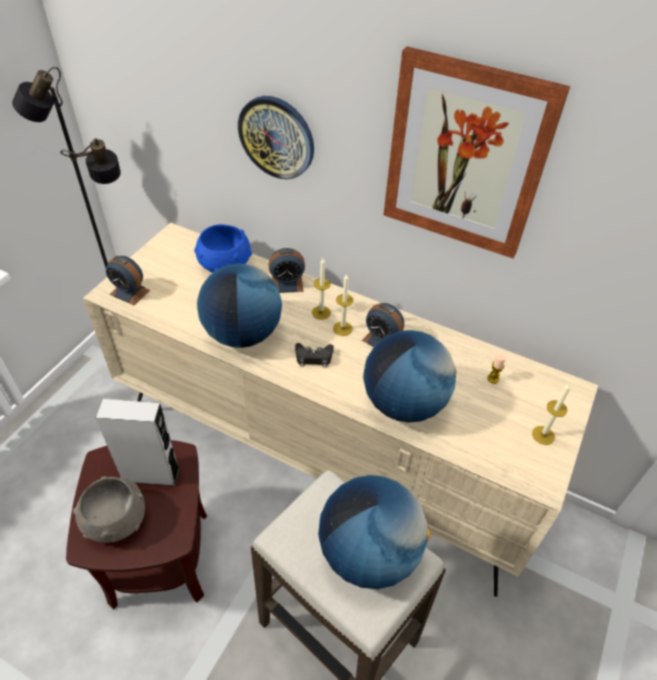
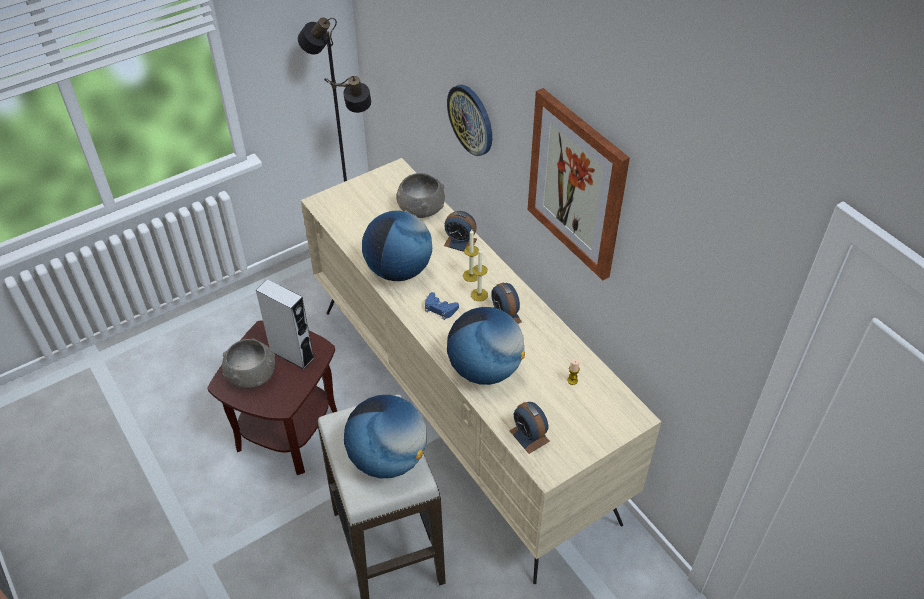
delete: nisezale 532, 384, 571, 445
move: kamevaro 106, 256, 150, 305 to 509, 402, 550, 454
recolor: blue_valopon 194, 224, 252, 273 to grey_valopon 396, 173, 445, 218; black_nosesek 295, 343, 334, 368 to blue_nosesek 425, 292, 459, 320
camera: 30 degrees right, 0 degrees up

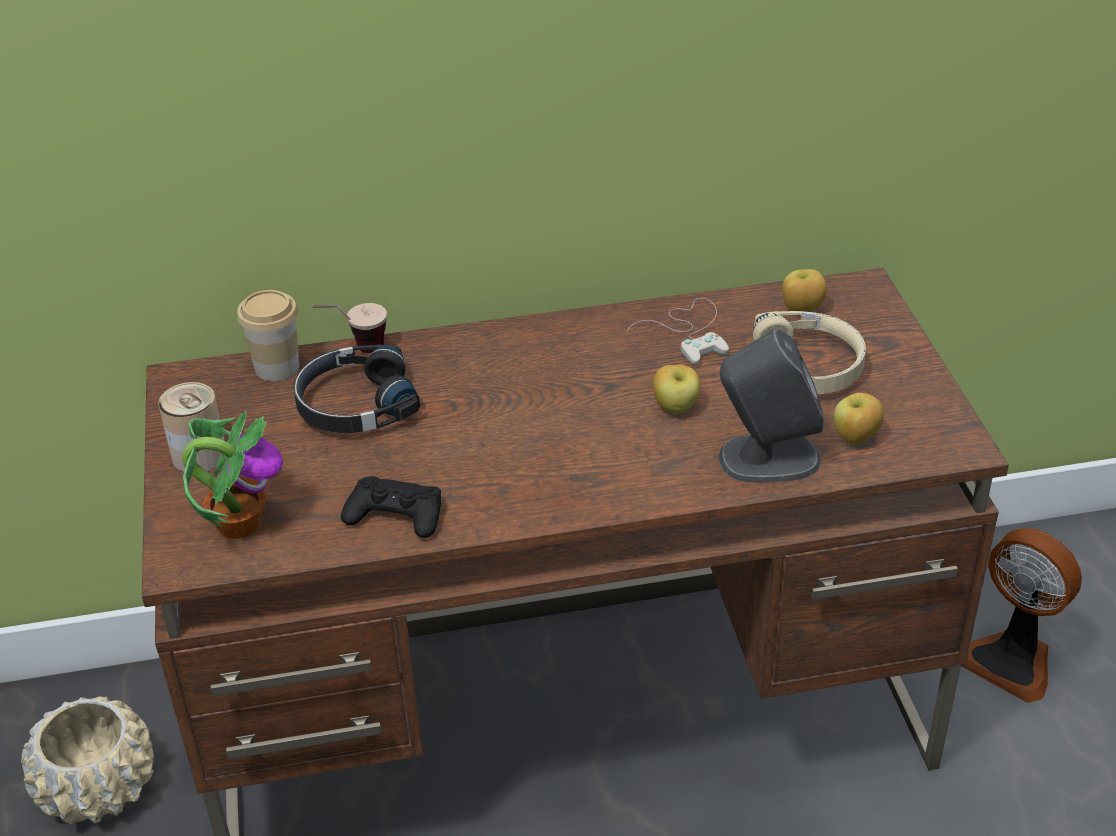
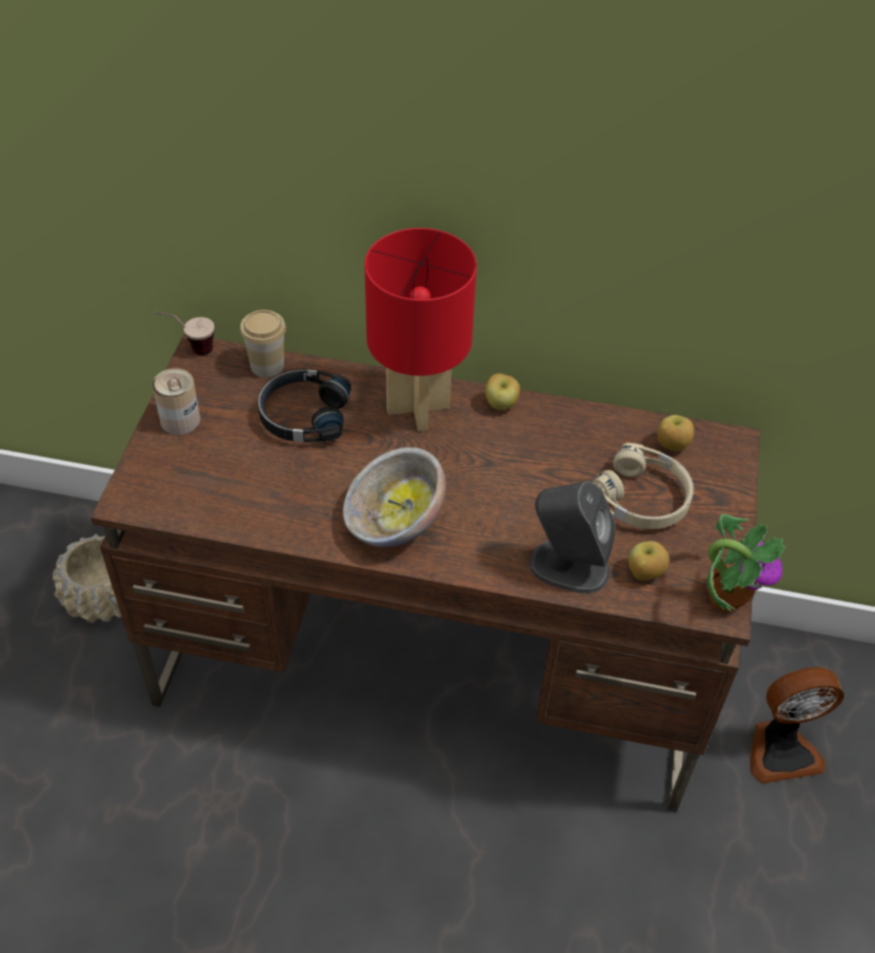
delete: black_nosesek 341, 476, 441, 538; white_nosesek 627, 298, 729, 365
insert: valopon 343, 447, 446, 547; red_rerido 364, 228, 477, 431
move: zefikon 182, 410, 283, 539 to 706, 514, 785, 612; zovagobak 313, 303, 387, 353 to 155, 312, 214, 355; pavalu 653, 365, 700, 413 to 485, 373, 520, 410
rotate: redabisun 961, 528, 1082, 703 = 750, 667, 844, 784 75 degrees counterclockwise
camera: 20 degrees right, 10 degrees up

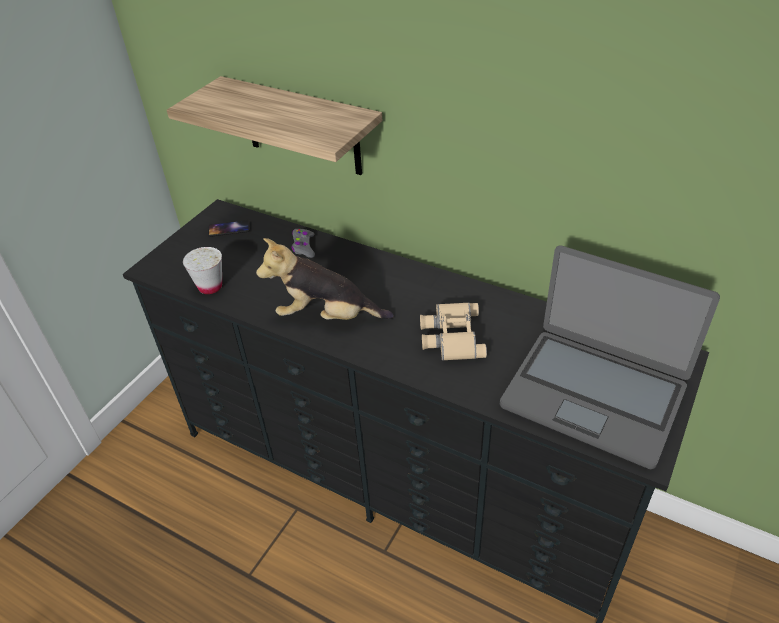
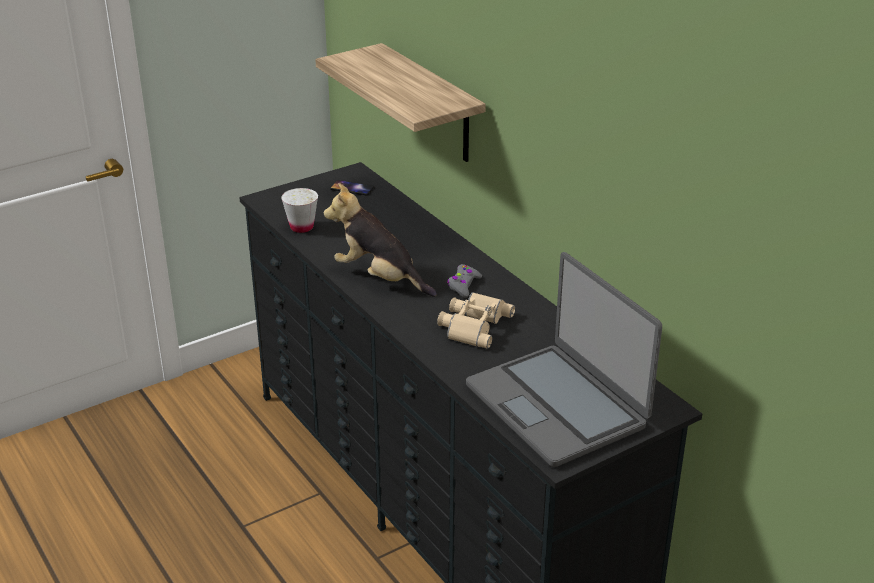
move: grey_nosesek 292, 229, 315, 258 to 447, 264, 482, 297
camera: 25 degrees right, 10 degrees down

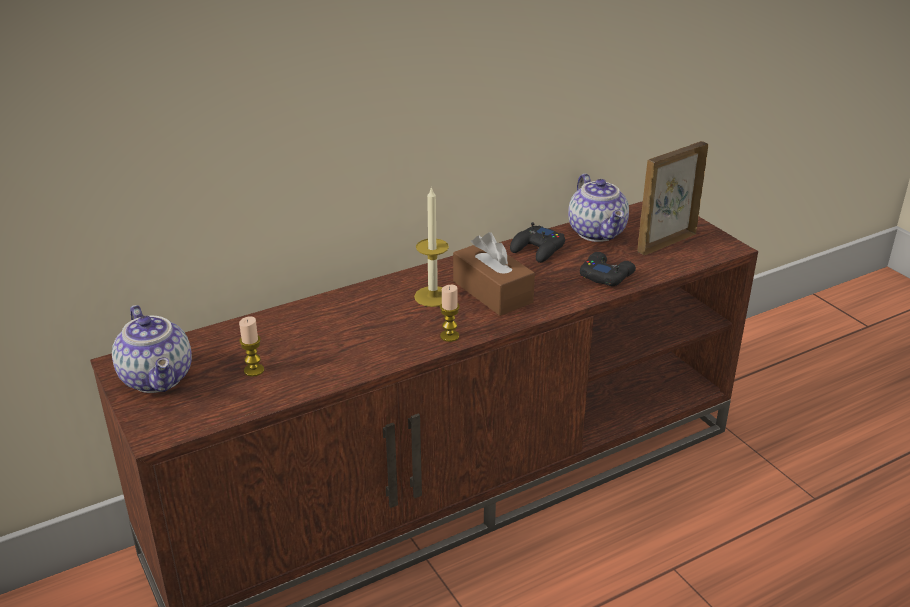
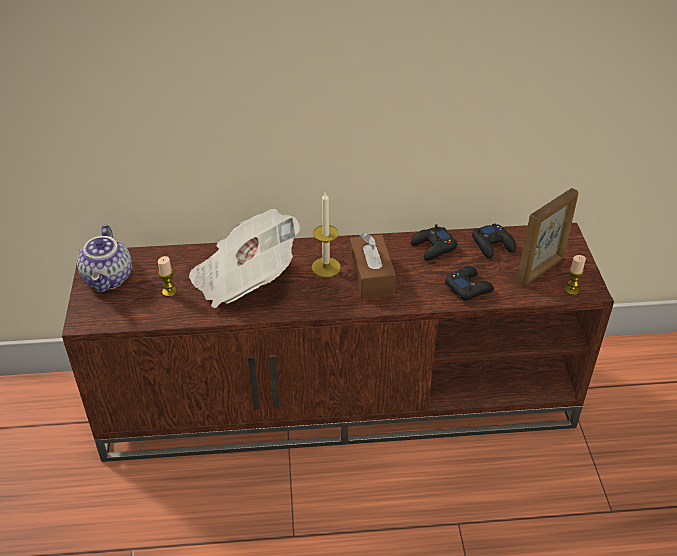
insert: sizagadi 189, 209, 301, 308
move: nisezale 440, 285, 460, 342 to 564, 255, 586, 295
replace: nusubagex 568, 174, 629, 242 to black_nosesek 472, 223, 516, 259
rotate: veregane 638, 141, 708, 255 = 517, 188, 578, 286 150 degrees clockwise
camera: 25 degrees right, 10 degrees up

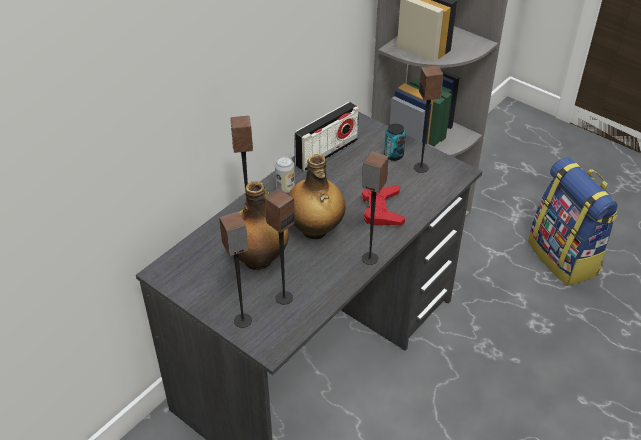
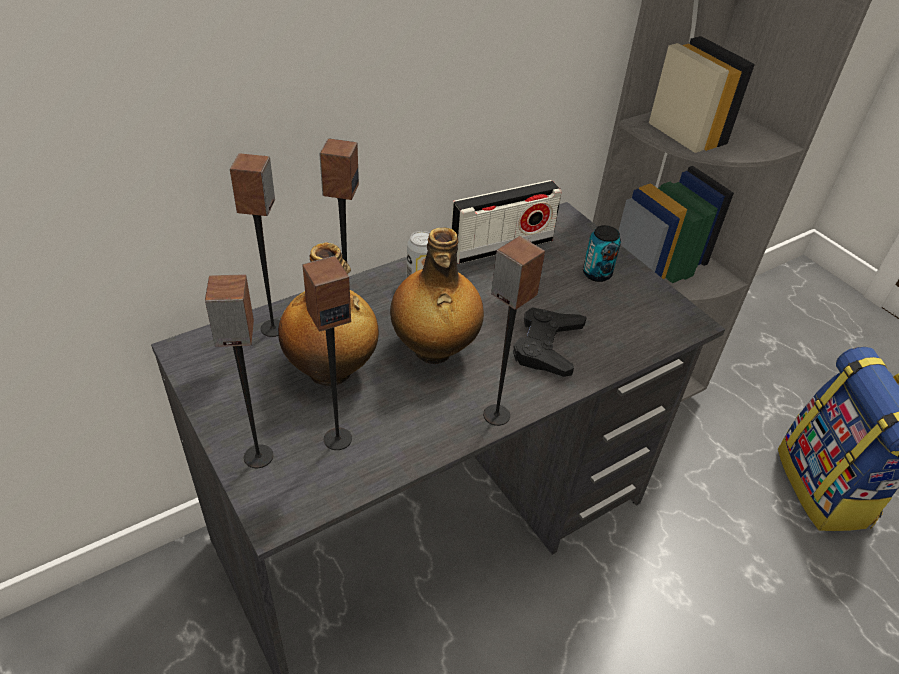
move: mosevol 414, 65, 444, 173 to 230, 153, 280, 337
recolor: red_nosesek 362, 185, 405, 226 to black_nosesek 513, 307, 587, 377
camera: 15 degrees right, 0 degrees up

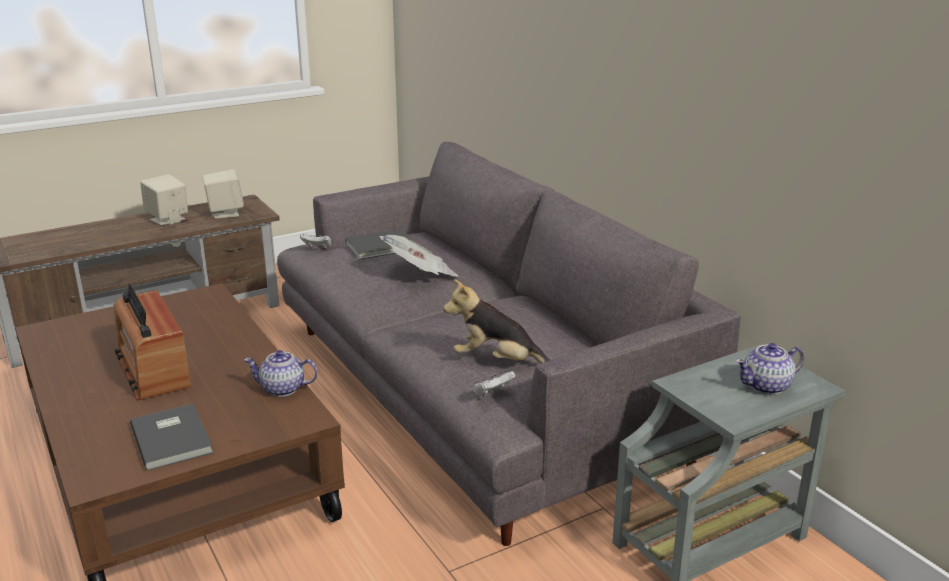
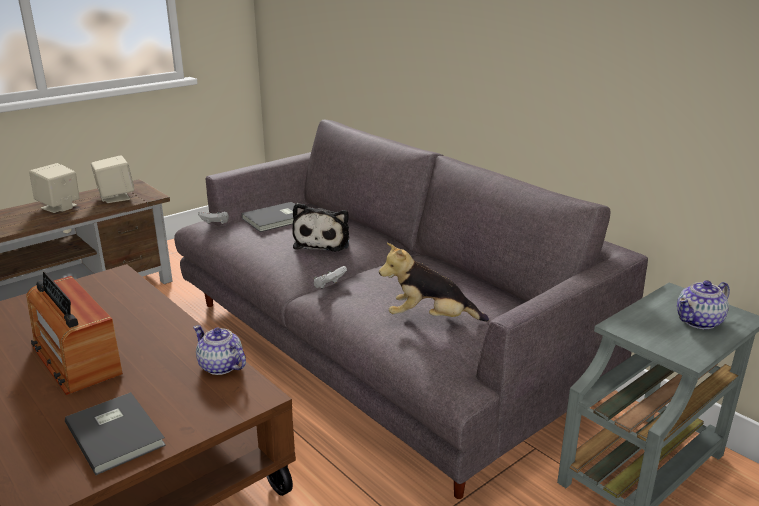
move: white_nosesek 474, 371, 516, 397 to 313, 266, 347, 289
replace: sizagadi 379, 235, 458, 277 to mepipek 292, 203, 349, 252
rotate: nusubagex 244, 350, 318, 397 = 193, 325, 246, 375 45 degrees clockwise
camera: 10 degrees left, 0 degrees up

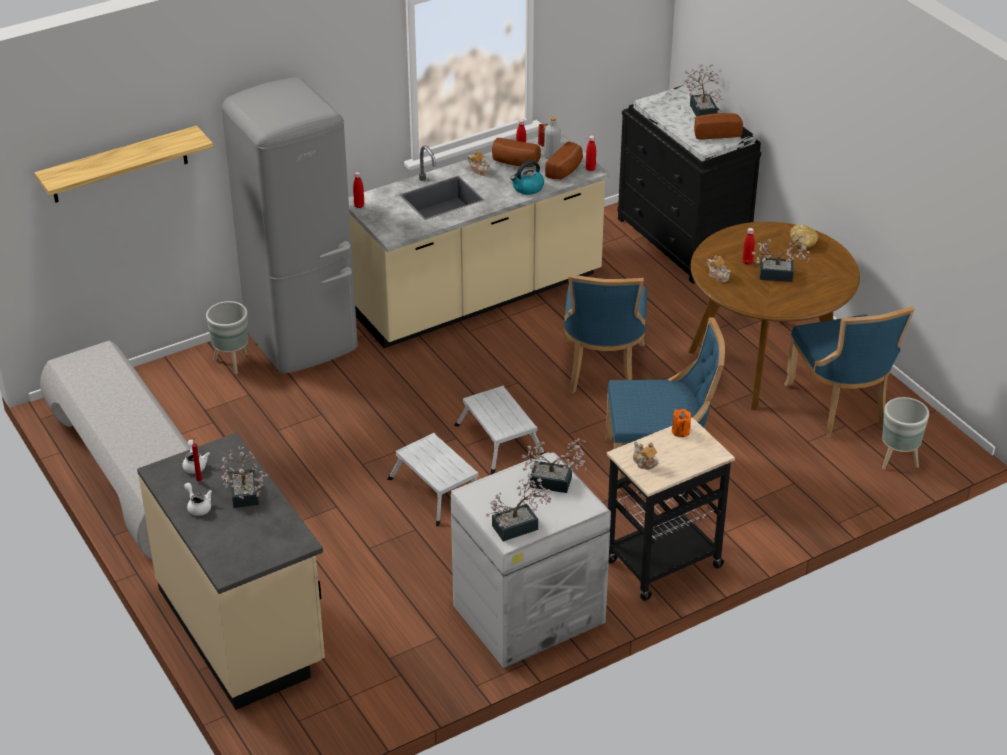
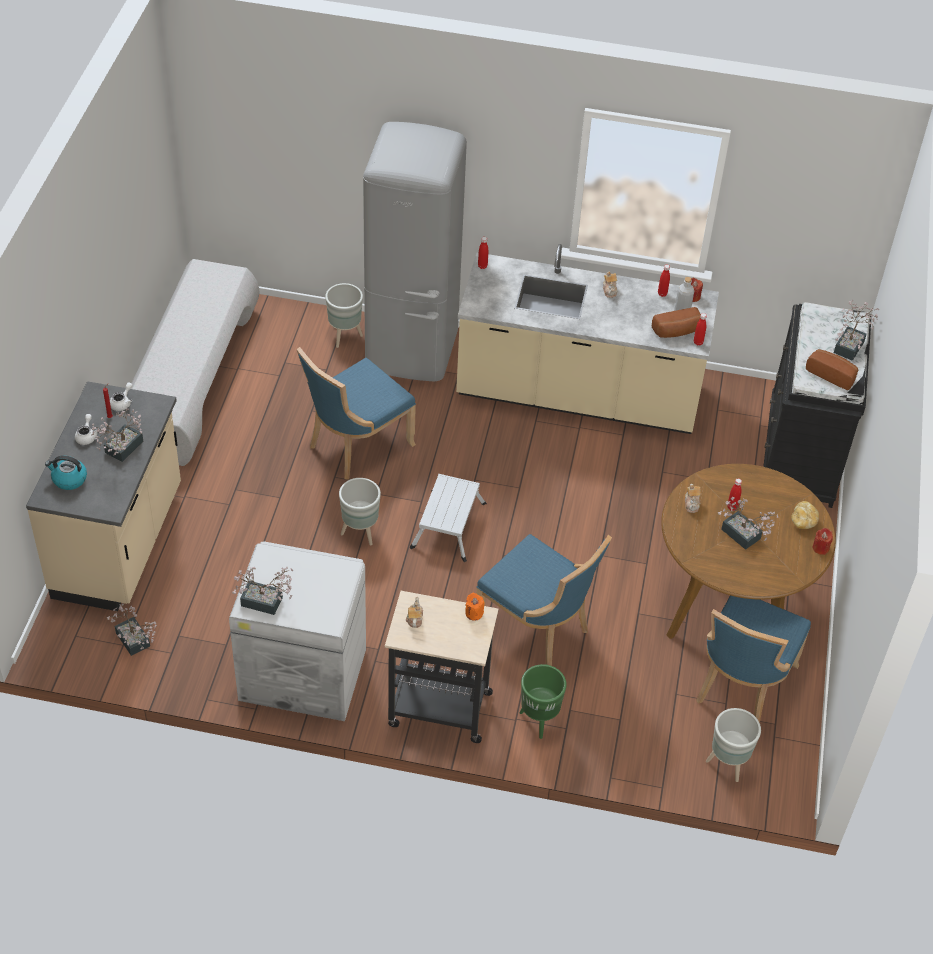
delete: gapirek 34, 125, 213, 203; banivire 492, 138, 541, 167
insert: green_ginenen 520, 664, 567, 739; red_nisezale 813, 528, 833, 555
move: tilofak 510, 160, 544, 195 to 45, 456, 87, 490; zefikon 522, 438, 587, 493 to 107, 603, 157, 656; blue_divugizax 564, 274, 647, 394 to 296, 347, 416, 480
replace: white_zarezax 387, 433, 479, 526 to grey_ginenen 339, 478, 381, 545
camera: 40 degrees right, 10 degrees up

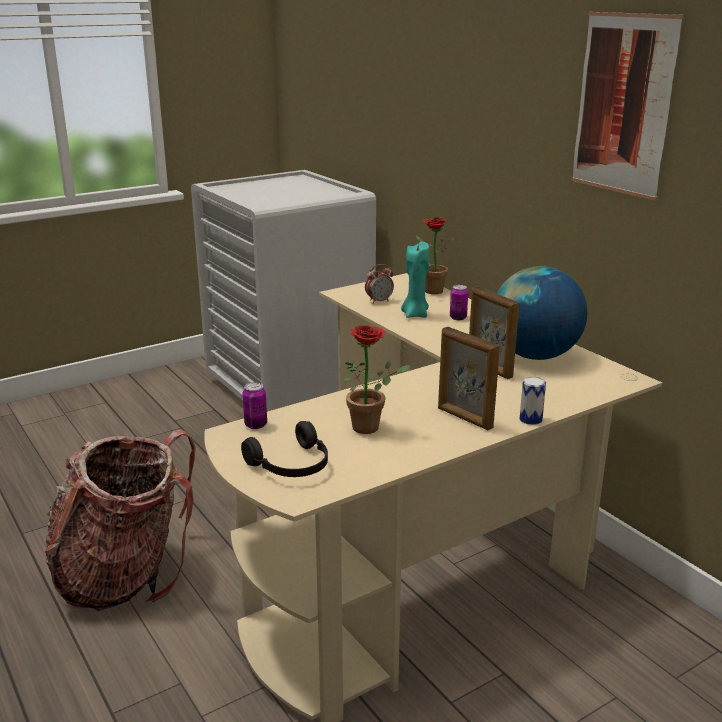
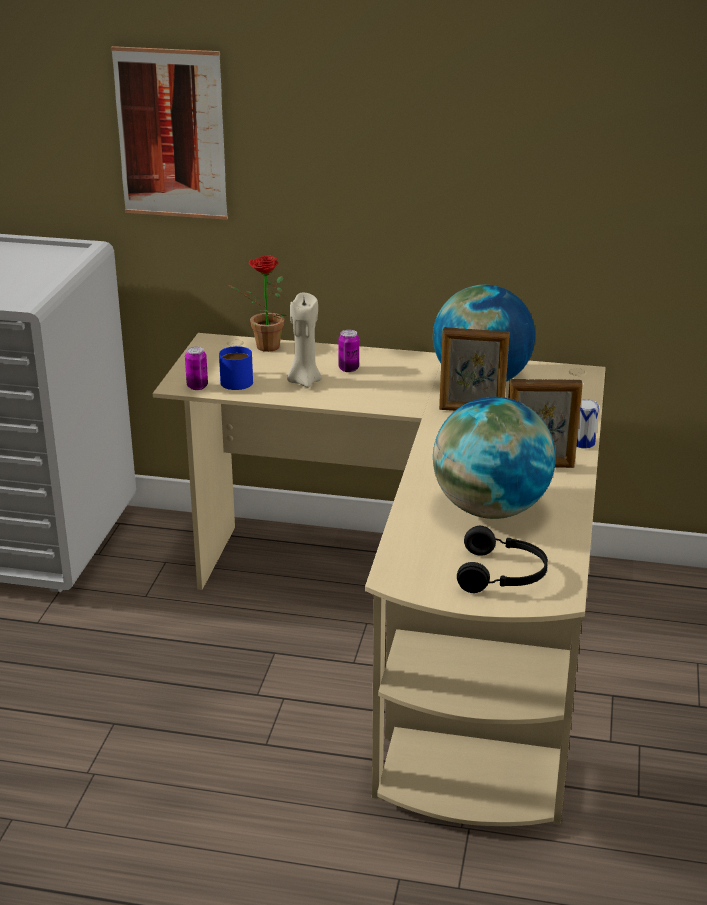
delete: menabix 45, 430, 196, 611
move: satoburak 243, 382, 267, 429 to 185, 346, 208, 390; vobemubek 571, 12, 684, 201 to 111, 46, 228, 220
replace: zefikon 343, 325, 411, 434 to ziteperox 433, 397, 556, 519; kamevaro 365, 264, 394, 304 to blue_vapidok 219, 346, 253, 390
recolor: turquoise_nisezale 401, 242, 429, 318 to beige_nisezale 287, 293, 322, 388
camera: 45 degrees left, 5 degrees up

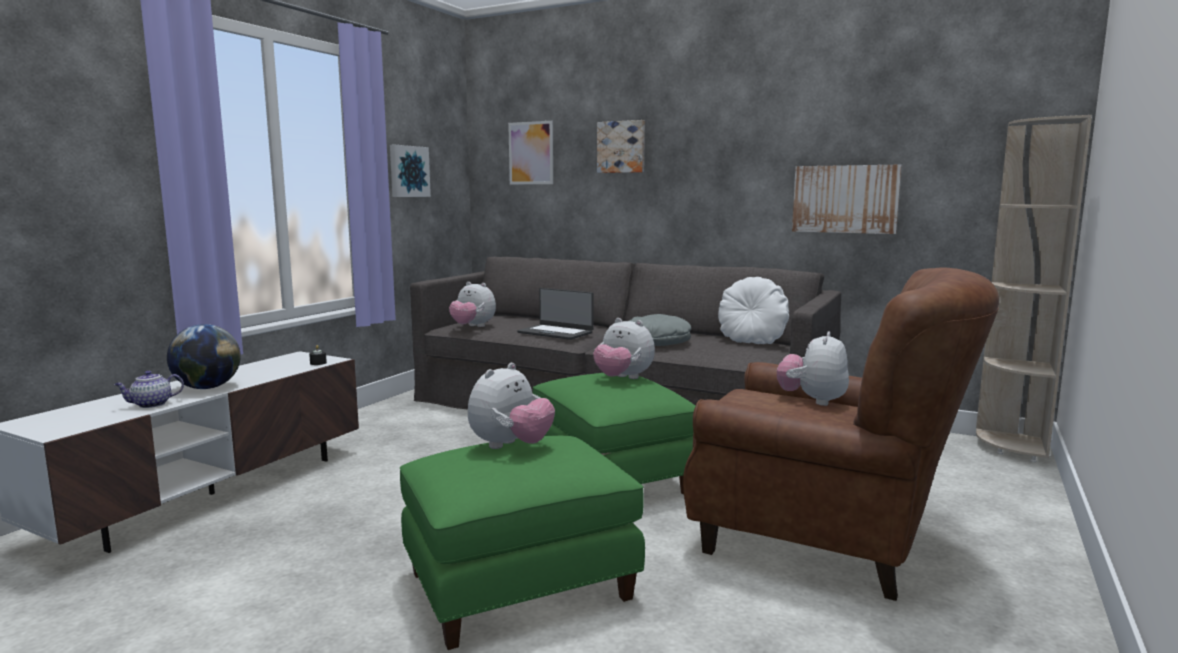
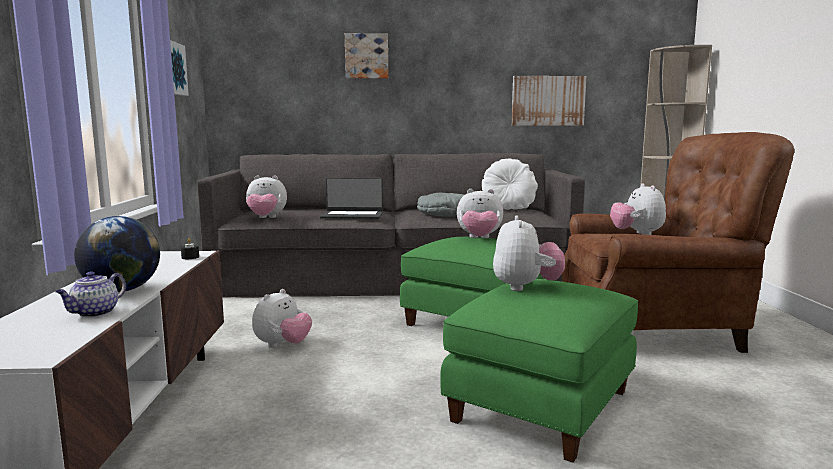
delete: vobemubek 508, 121, 553, 184
insert: mepipek 252, 289, 312, 348
camera: 30 degrees left, 0 degrees up

